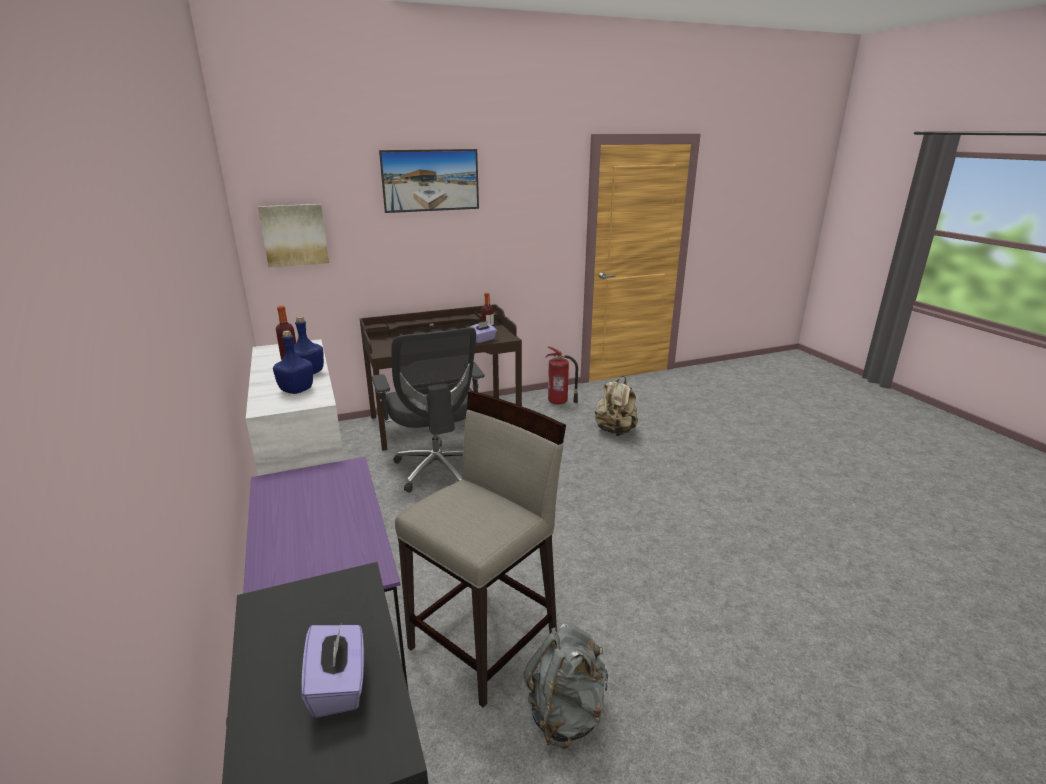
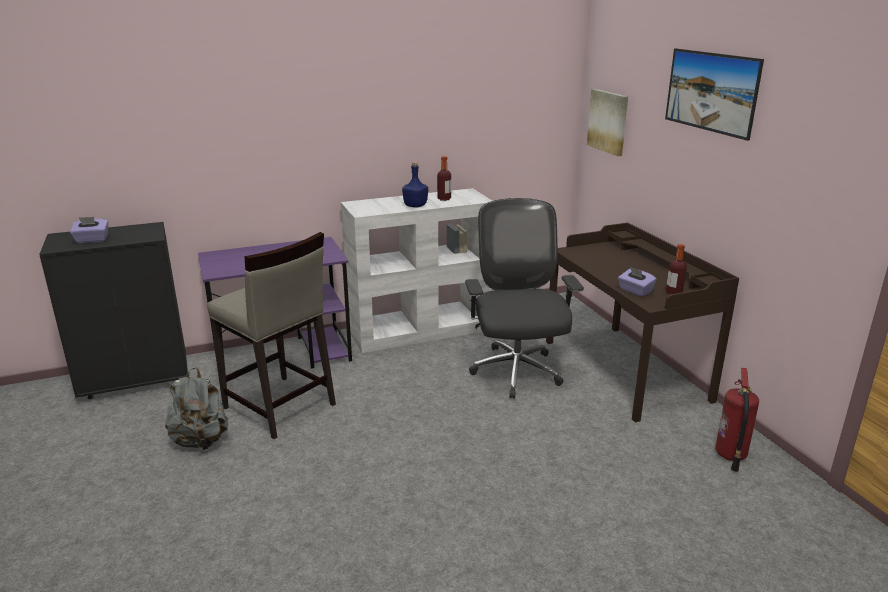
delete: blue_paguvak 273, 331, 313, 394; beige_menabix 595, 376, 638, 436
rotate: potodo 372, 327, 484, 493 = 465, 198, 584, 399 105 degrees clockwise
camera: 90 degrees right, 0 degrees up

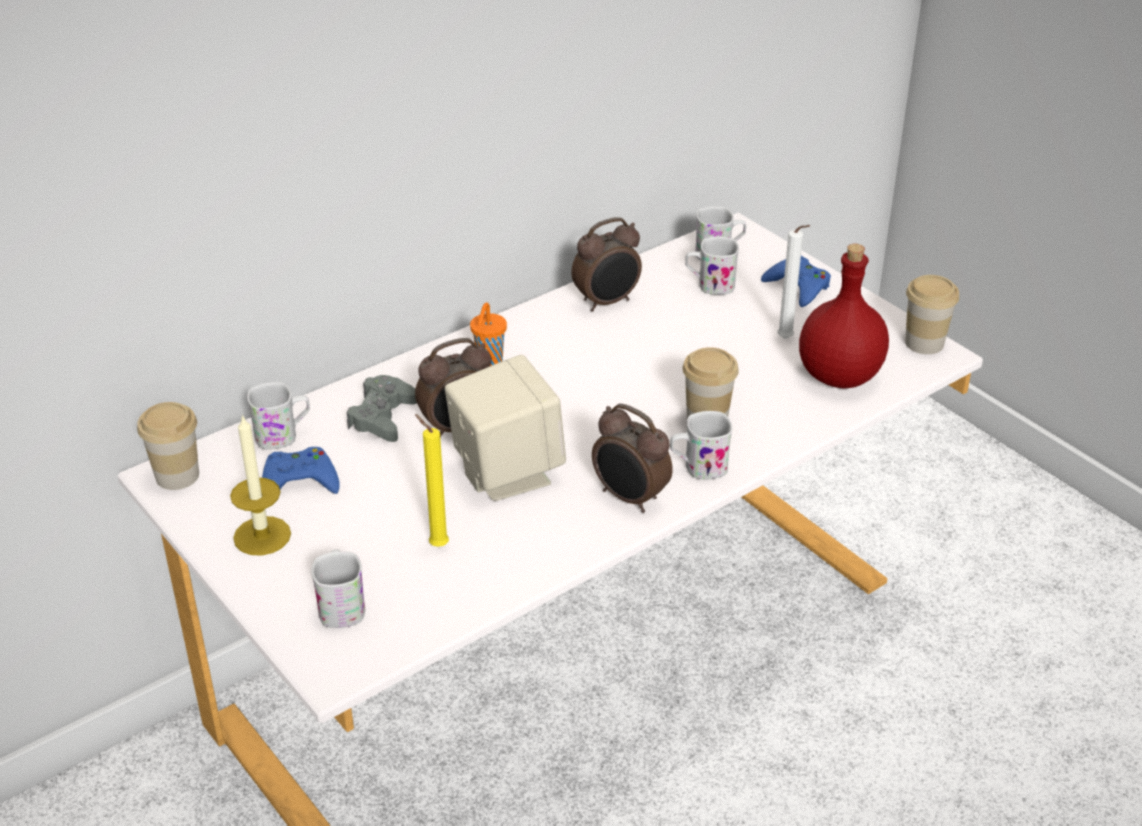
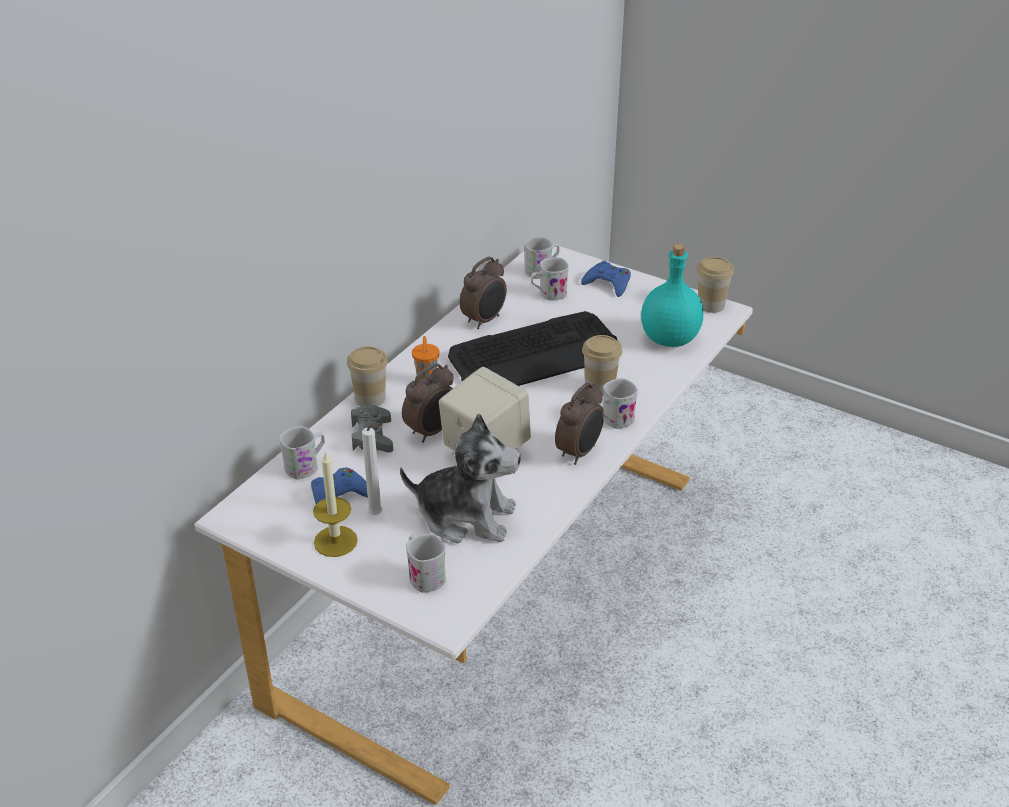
insert: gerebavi 448, 311, 618, 386
move: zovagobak 137, 402, 199, 490 to 347, 346, 388, 406; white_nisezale 777, 225, 810, 339 to 362, 423, 383, 515
replace: yellow_nisezale 415, 414, 449, 547 to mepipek 400, 414, 521, 543
recolor: red_paguvak 799, 244, 889, 389 to turquoise_paguvak 641, 244, 703, 347
rotate: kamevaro 592, 403, 673, 513 = 555, 383, 604, 465 75 degrees counterclockwise
camera: 20 degrees left, 0 degrees up

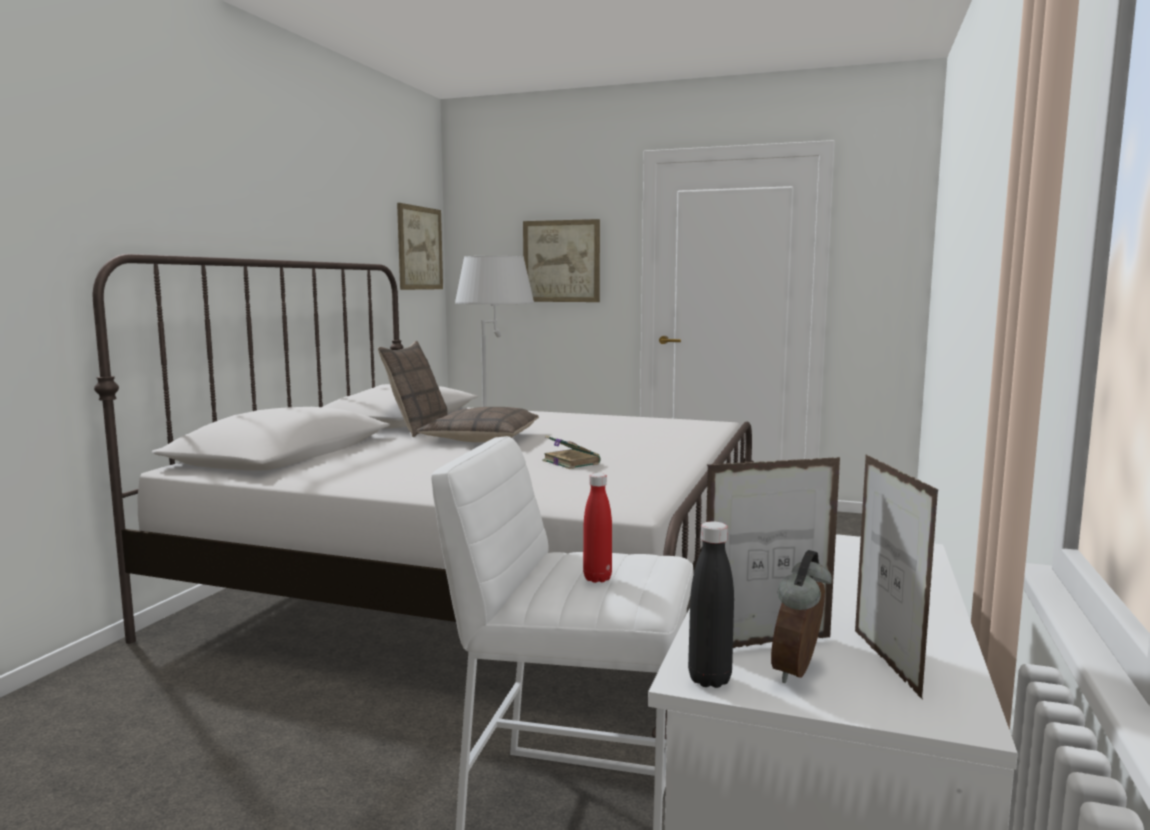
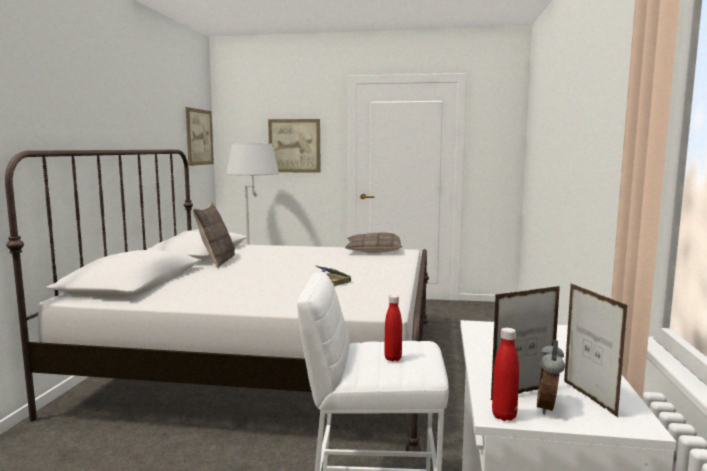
move: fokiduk 417, 407, 539, 442 to 345, 233, 402, 253
recolor: black_paguvak 688, 521, 734, 688 to red_paguvak 492, 328, 519, 421
camera: 10 degrees left, 0 degrees up

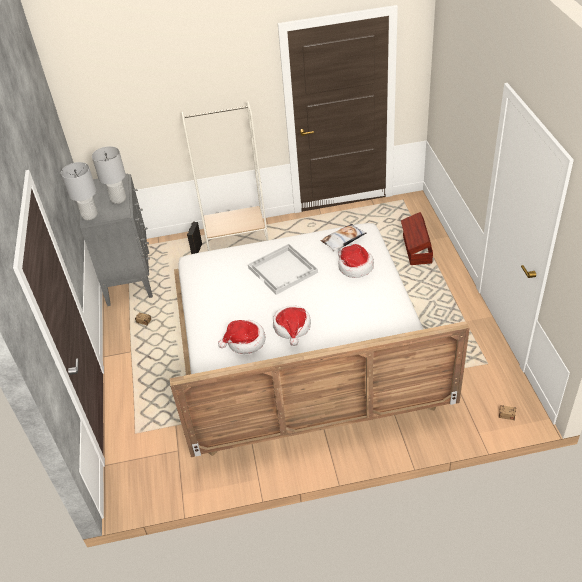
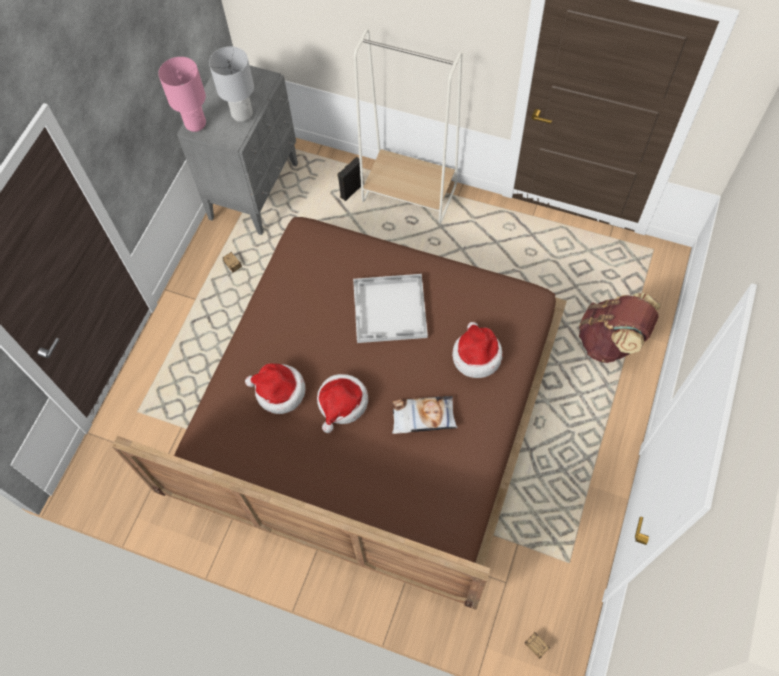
move: fokiduk 320, 224, 367, 251 to 392, 396, 458, 434
replace: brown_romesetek 401, 212, 433, 265 to brown_menabix 579, 292, 660, 363
recolor: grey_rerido 61, 162, 98, 220 to pink_rerido 158, 57, 206, 132; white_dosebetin 170, 223, 470, 457 to brown_dosebetin 112, 217, 567, 610
camera: 30 degrees right, 20 degrees up

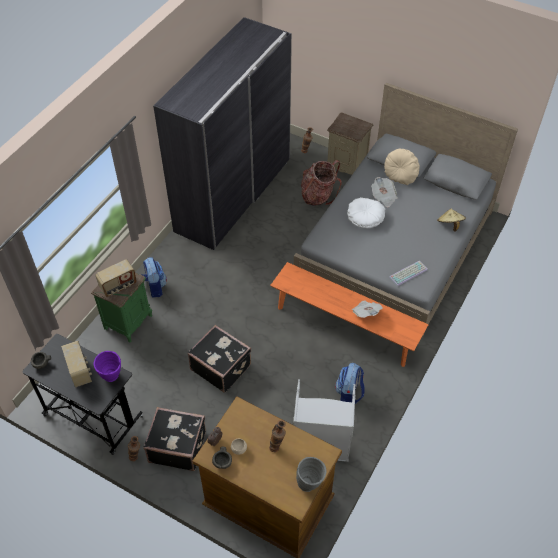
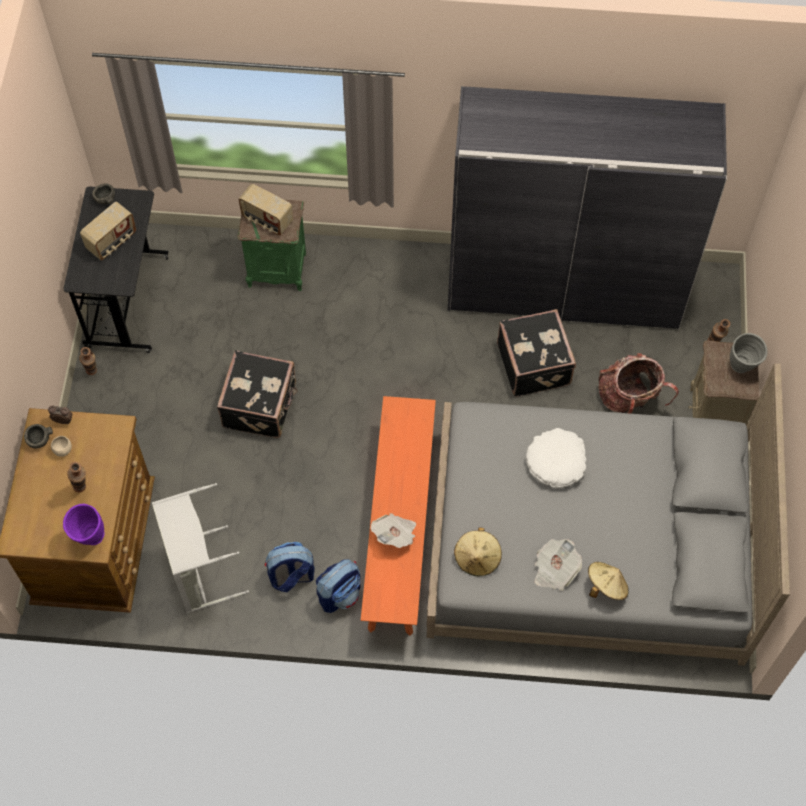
delete: beige_fokiduk 384, 149, 420, 185
move: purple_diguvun 94, 351, 121, 382 to 63, 504, 105, 545; menabix 141, 257, 167, 297 to 316, 559, 361, 613; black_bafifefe 143, 407, 206, 471 to 497, 309, 576, 397; grey_diguvun 296, 457, 326, 492 to 730, 333, 768, 373; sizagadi 371, 177, 398, 207 to 535, 539, 582, 591
replace: gerebavi 389, 260, 428, 286 to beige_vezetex 454, 527, 502, 576
camera: 65 degrees right, 10 degrees up

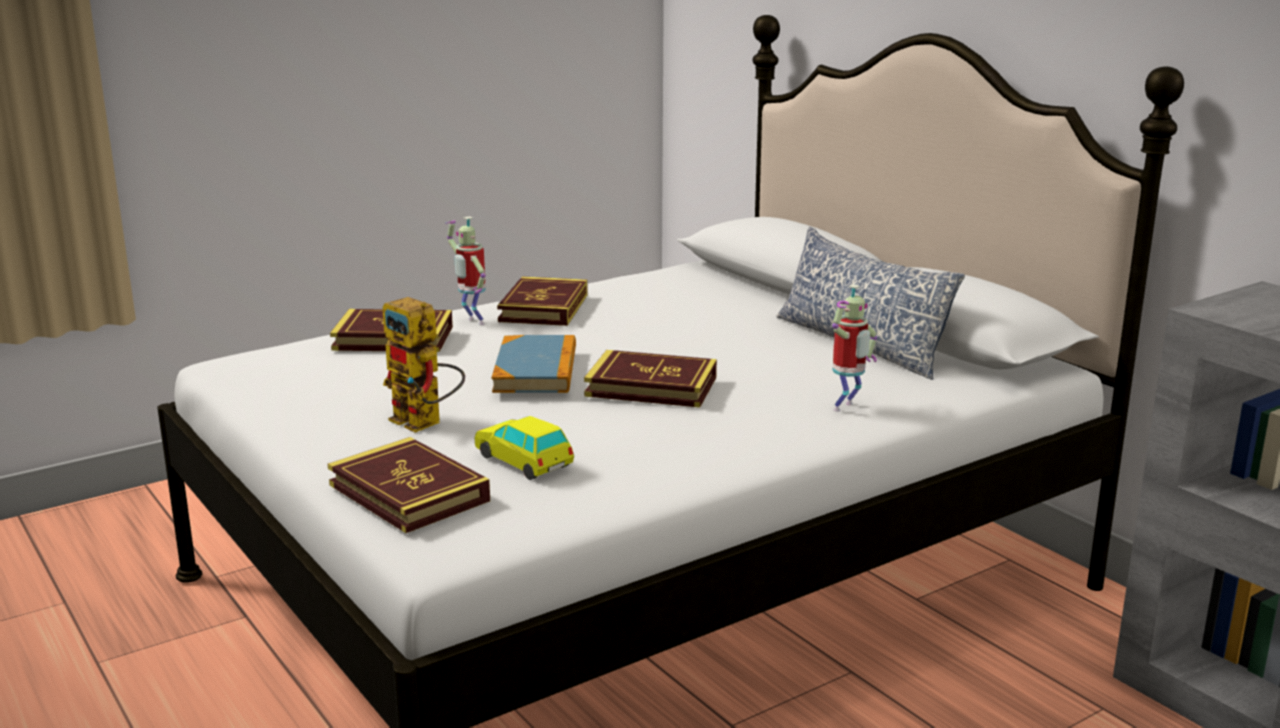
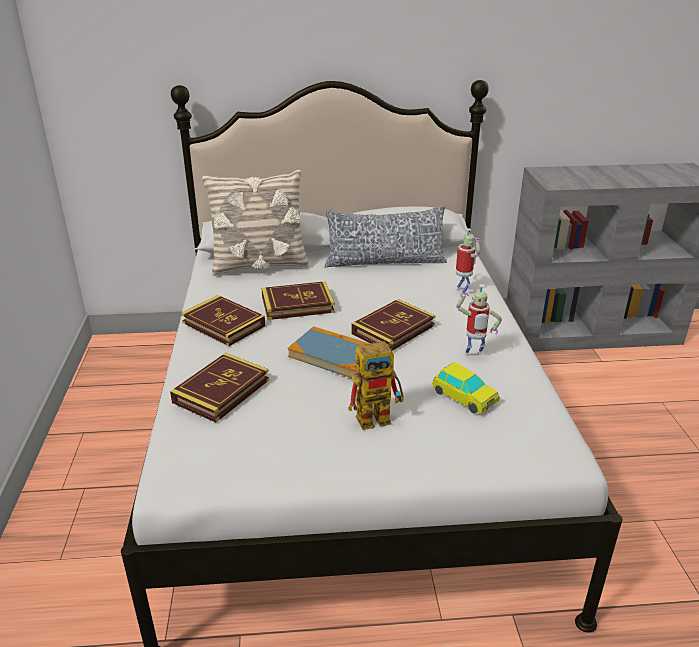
insert: beige_fokiduk 202, 170, 309, 276
move: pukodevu 328, 437, 490, 533 to 262, 281, 334, 320; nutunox 445, 216, 486, 325 to 456, 284, 502, 356
rotate: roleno 475, 416, 574, 480 = 432, 362, 499, 414 120 degrees counterclockwise
camera: 60 degrees left, 10 degrees up

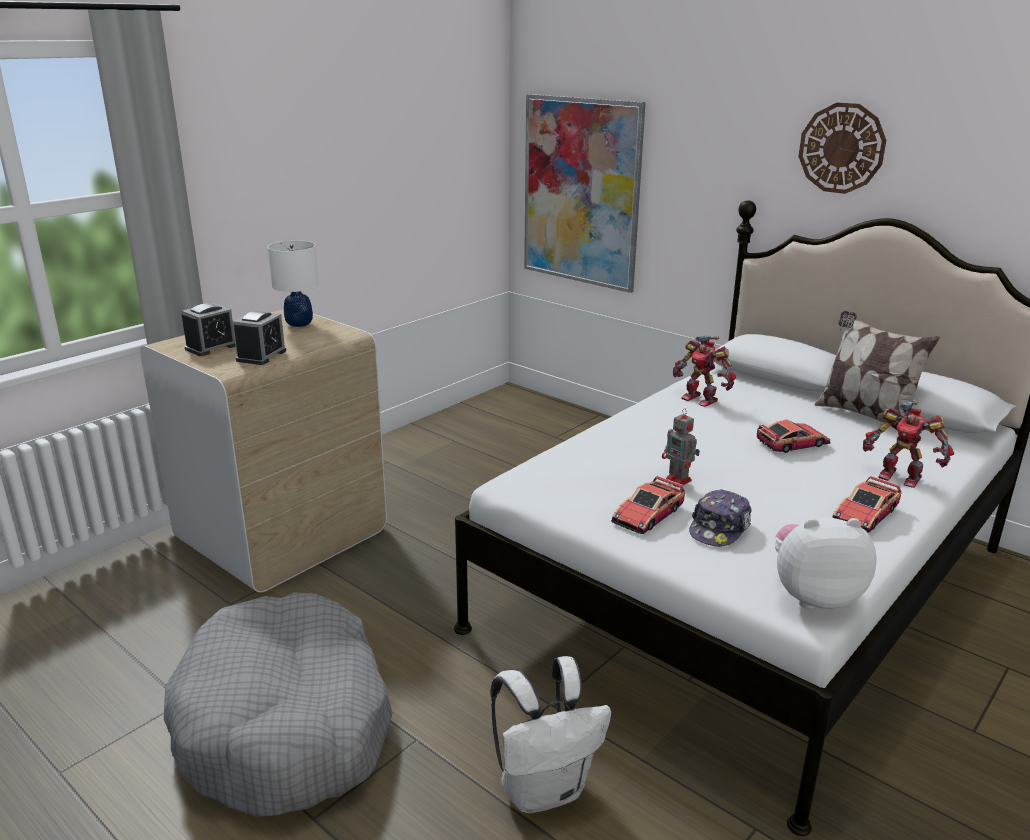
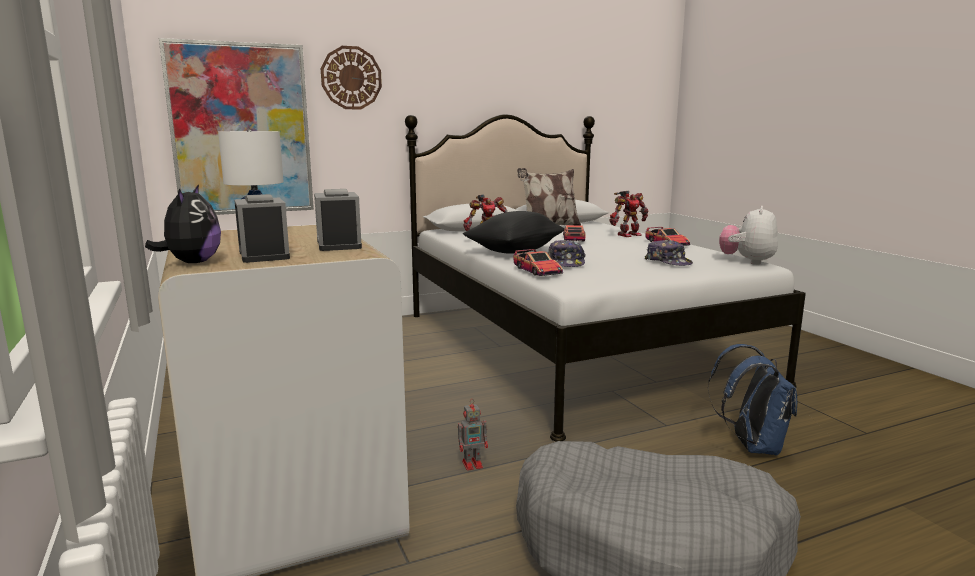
insert: mepipek 145, 184, 221, 263; black_fokiduk 463, 211, 565, 254; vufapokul 548, 240, 586, 267
move: roleno 611, 476, 685, 534 to 514, 249, 563, 276; nutunox 662, 408, 700, 487 to 458, 400, 488, 471; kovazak 798, 103, 886, 194 to 321, 46, 382, 109
recolor: white_menabix 490, 656, 611, 813 to blue_menabix 708, 344, 797, 456
rotate: kamevaro 232, 311, 286, 365 = 314, 189, 362, 251 150 degrees counterclockwise
camera: 65 degrees left, 10 degrees down

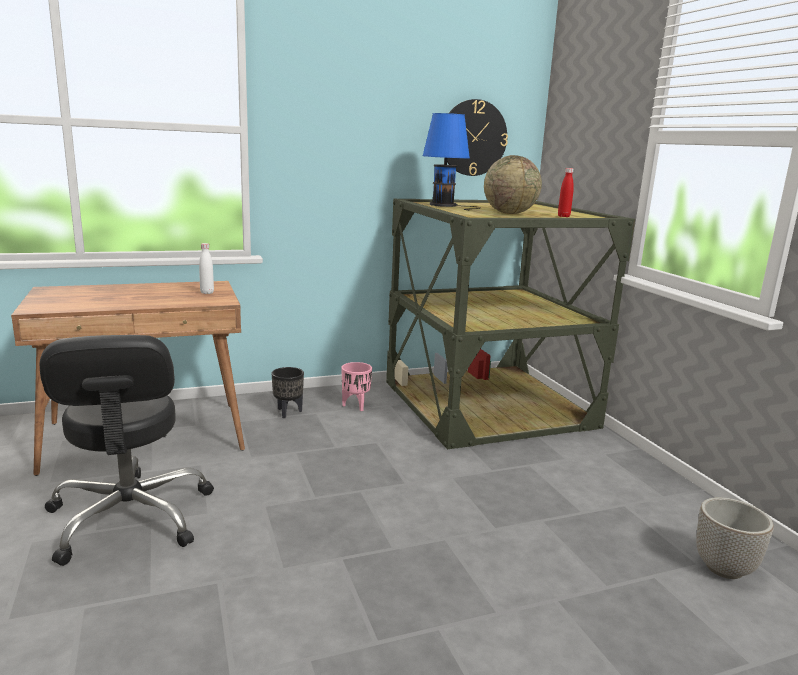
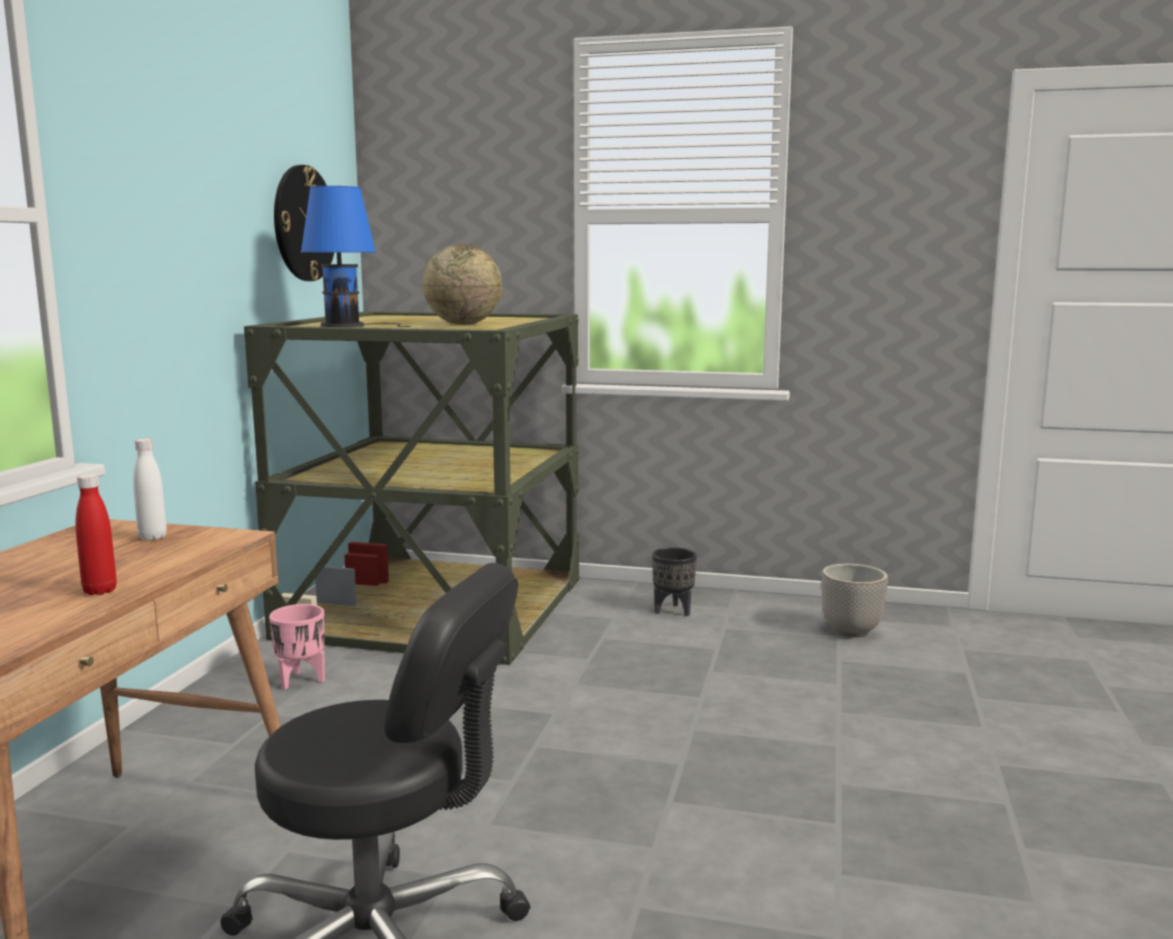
move: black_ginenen 272, 367, 304, 418 to 652, 547, 697, 616; red_paguvak 558, 168, 574, 217 to 75, 474, 117, 595
camera: 55 degrees left, 5 degrees down

